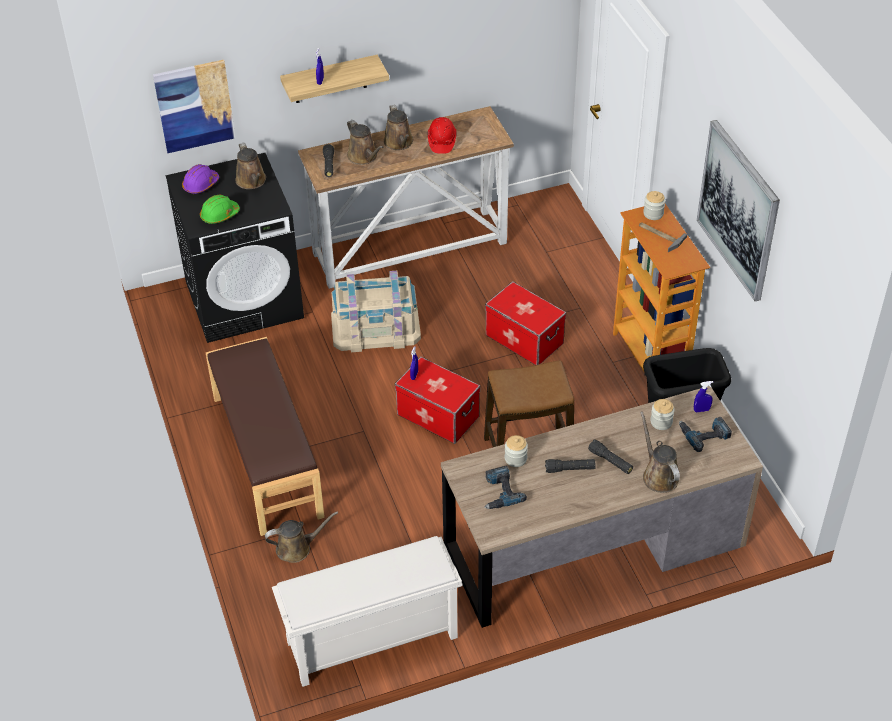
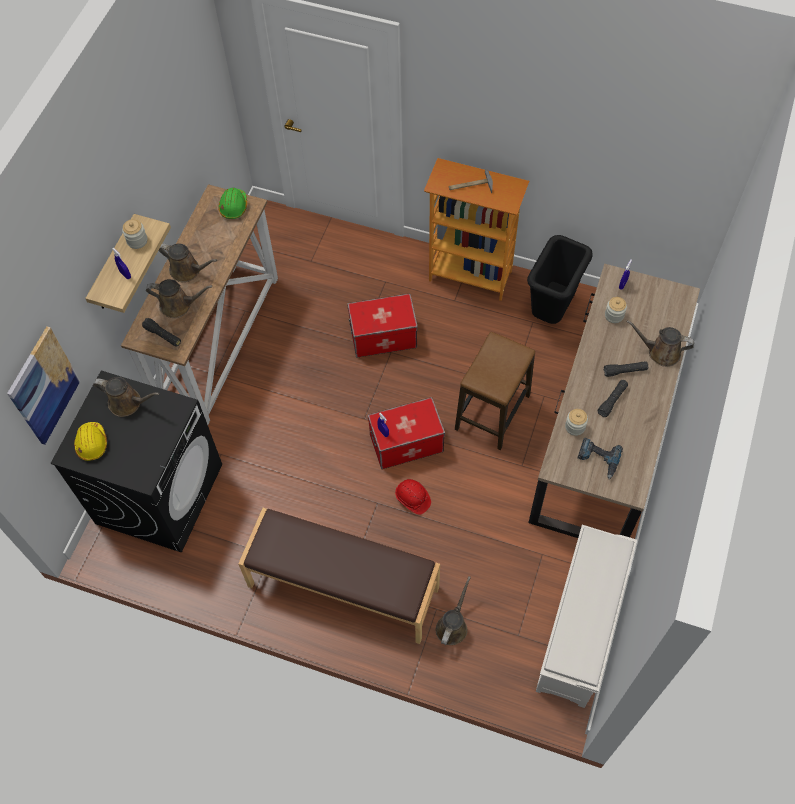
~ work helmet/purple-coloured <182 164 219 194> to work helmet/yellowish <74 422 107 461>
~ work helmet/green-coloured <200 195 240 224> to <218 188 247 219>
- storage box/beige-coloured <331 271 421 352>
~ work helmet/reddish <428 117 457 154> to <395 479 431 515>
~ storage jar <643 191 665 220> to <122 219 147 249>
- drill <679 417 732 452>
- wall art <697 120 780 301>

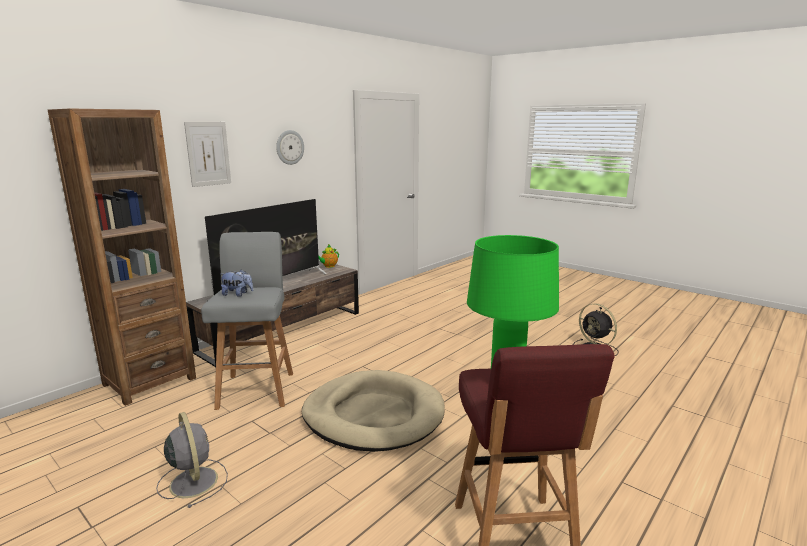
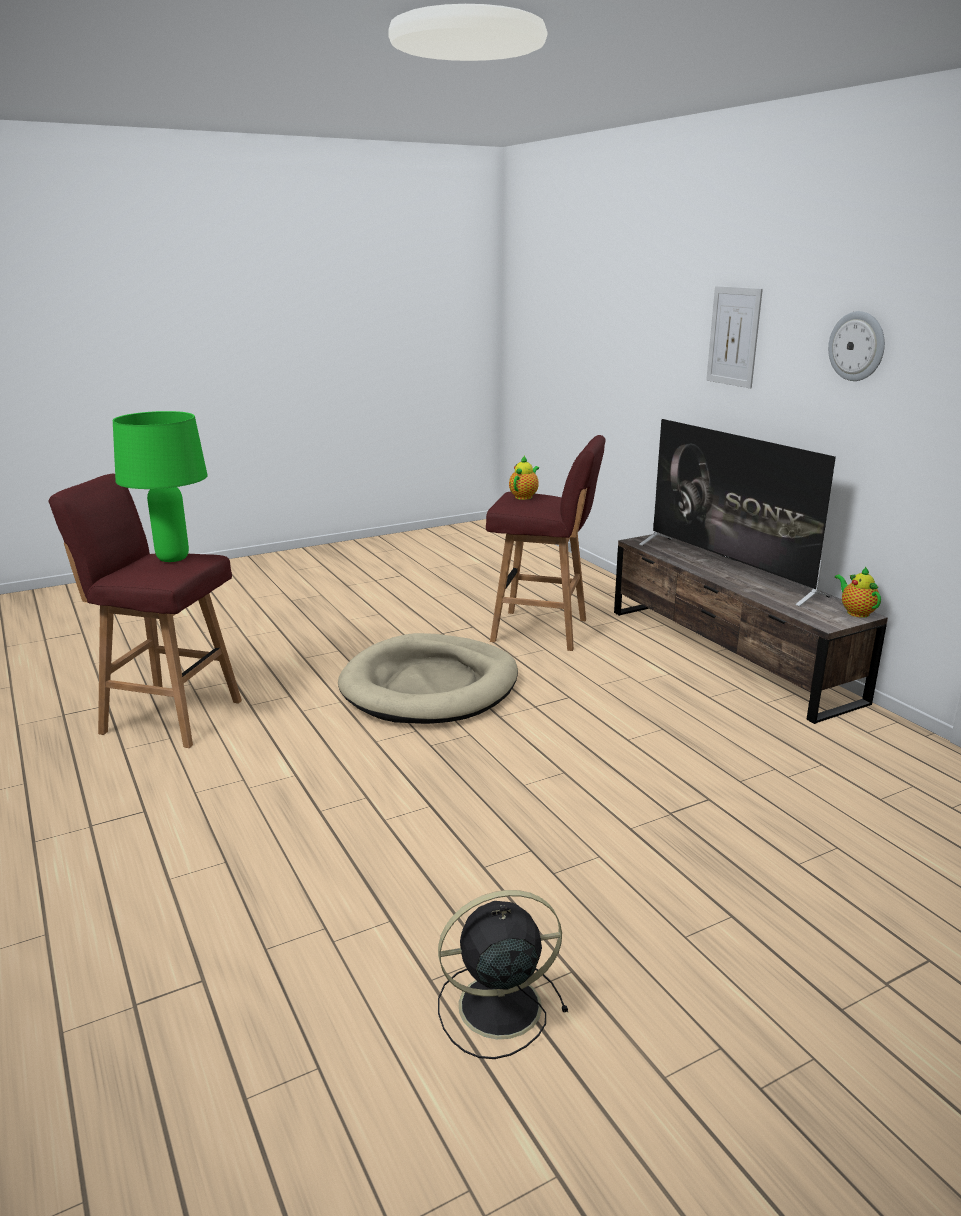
- bookcase/brown-coloured <48 108 196 406>
- cooling fan/gray <156 412 228 508>
~ stool/gray <201 232 293 410> to stool/reddish <486 435 605 651>
~ soft toy <221 269 254 297> to pot for tea <509 456 539 500>

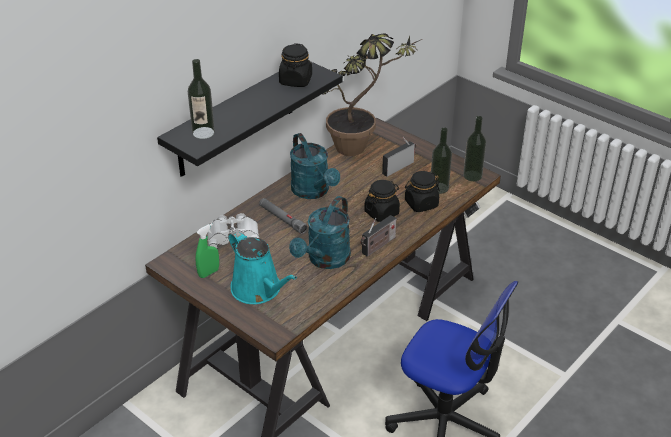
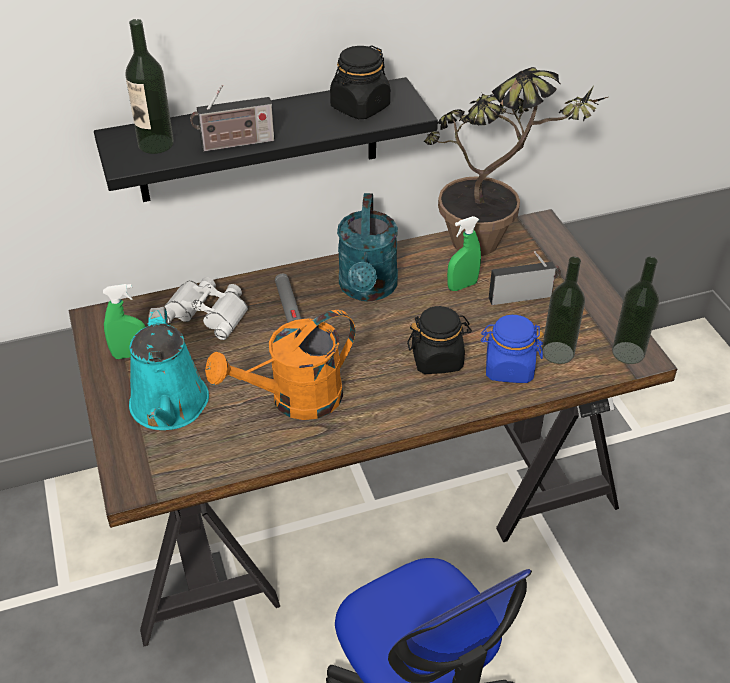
~ sprinkling can/blue-green <289 196 351 269> to sprinkling can/orangey <205 310 355 420>
~ radio <360 215 396 257> to <190 84 275 152>
~ storage jar/black <405 171 440 212> to storage jar/blue-coloured <481 315 544 383>
+ hand sprayer/green-coloured <447 216 481 291>

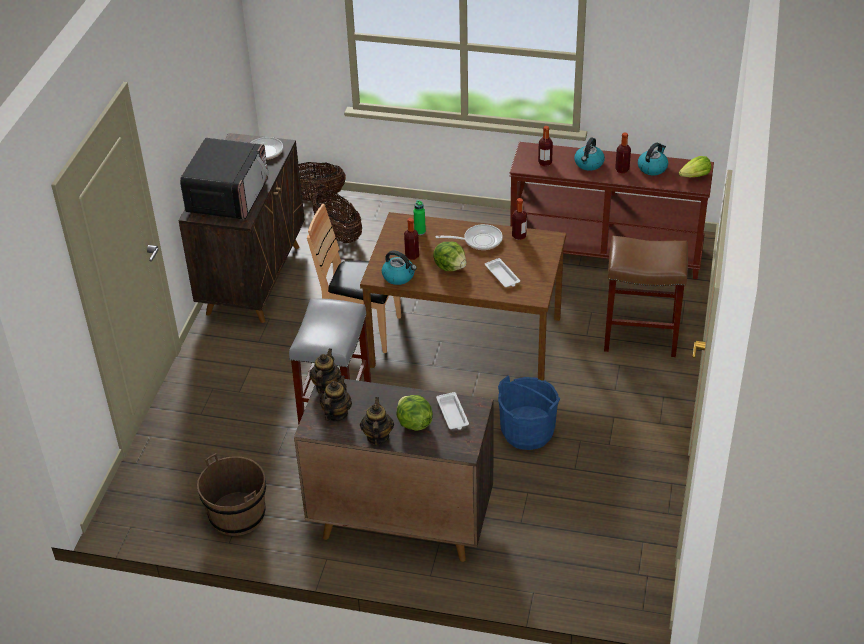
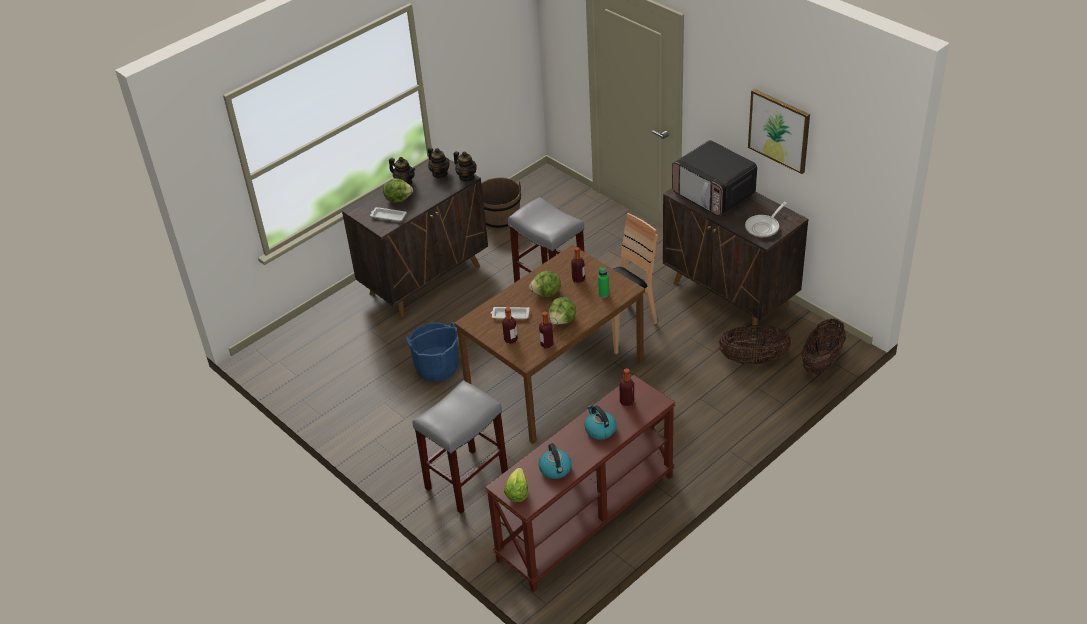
- kettle <382 250 417 285>
~ pan <436 224 503 250> to lettuce <549 297 576 325>
~ stool/brown-coloured <604 236 688 357> to stool/gray <412 380 508 514>
~ drink bottle <615 133 631 173> to <502 307 518 344>
+ wall art <748 89 810 174>

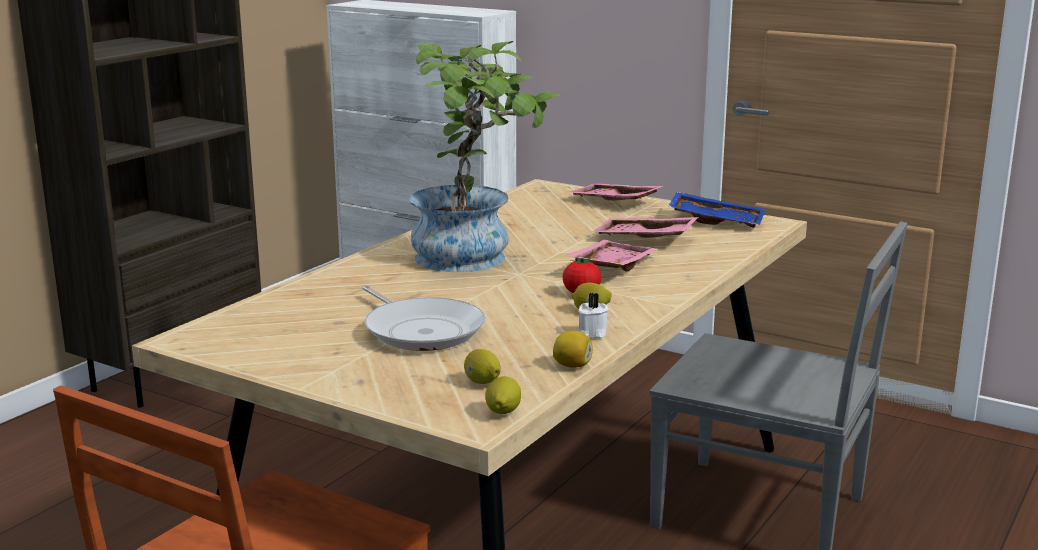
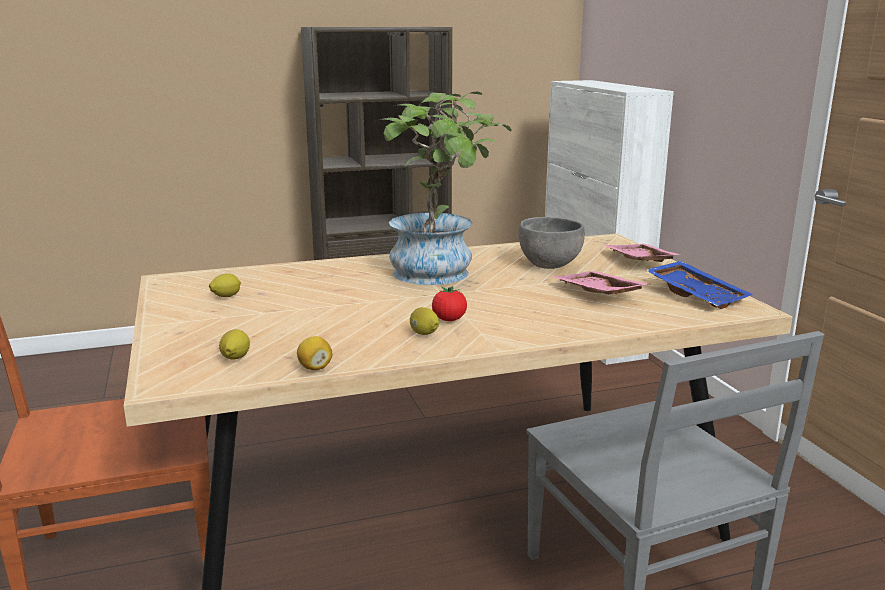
- pan <362 285 486 351>
~ lemon <485 376 521 414> to <209 273 241 297>
- carrying tray/pink-coloured <566 240 658 272>
- wax light/white-coloured <578 293 608 338>
+ serving bowl/gray <518 217 585 269>

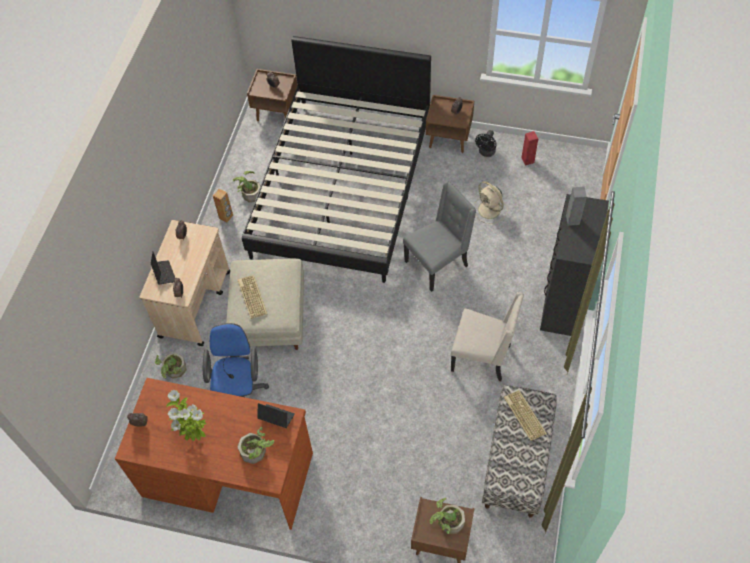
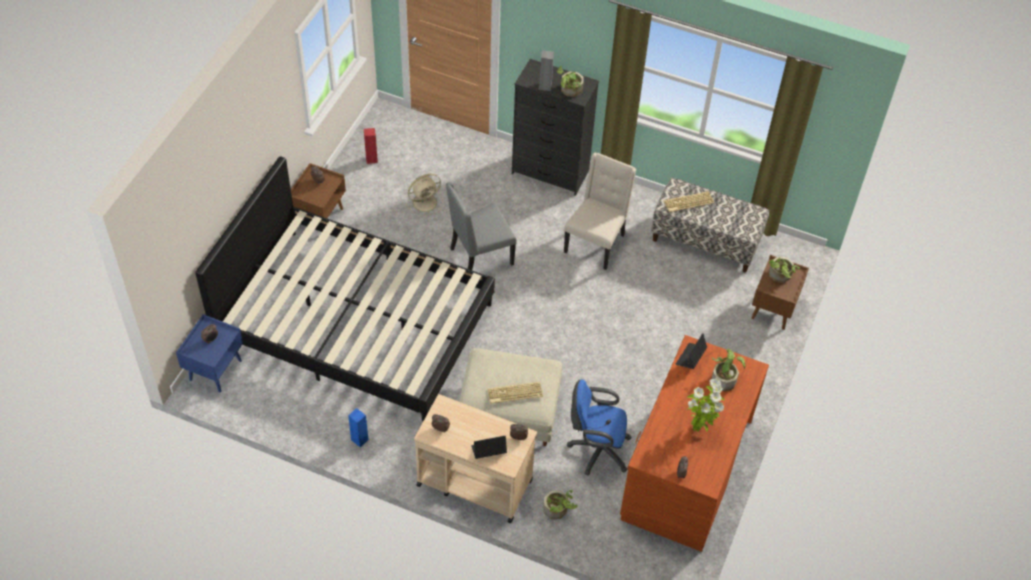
~ audio speaker/brown-coloured <213 189 233 223> to audio speaker/blue-coloured <348 408 369 447>
~ houseplant <233 171 260 203> to <557 66 584 97>
~ nightstand/brown-coloured <247 69 298 121> to nightstand/blue-coloured <176 314 243 392>
~ chair/gray <403 181 476 292> = <446 182 516 270> 90 degrees counterclockwise
- cooling fan/black <475 130 497 157>

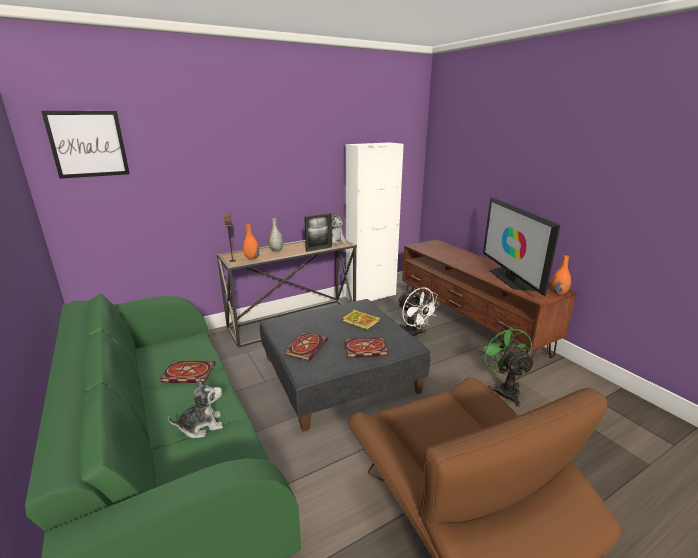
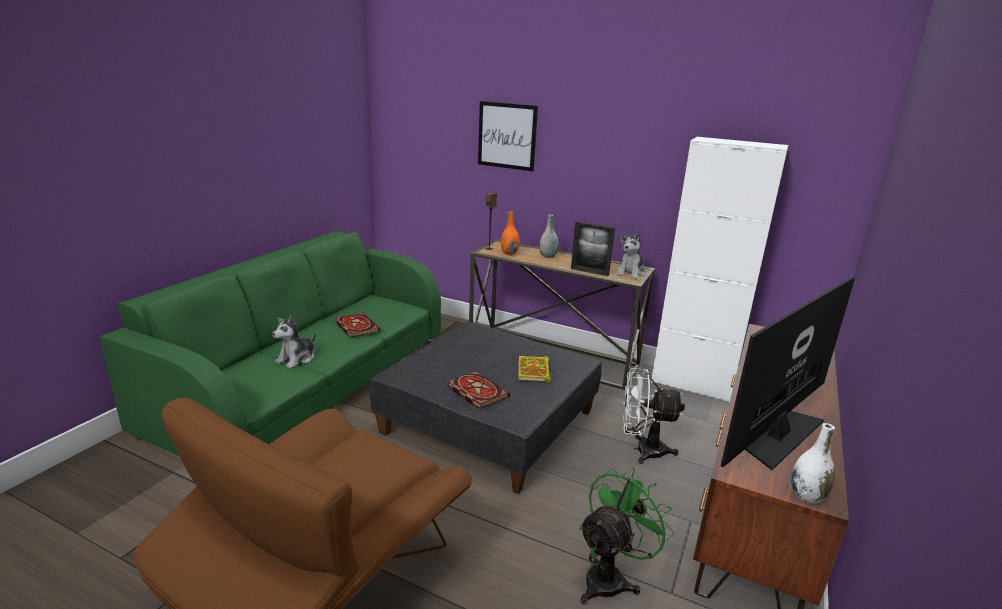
~ wall art <41 111 130 179> to <478 101 538 171>
~ soft toy <168 378 223 438> = <272 315 316 369> 90 degrees clockwise
- book <284 332 328 361>
~ cooling fan/white-coloured <397 287 440 337> = <623 368 685 464> 75 degrees clockwise
~ flower vase/orangey <552 255 571 294> to flower vase/white-coloured <791 423 835 503>

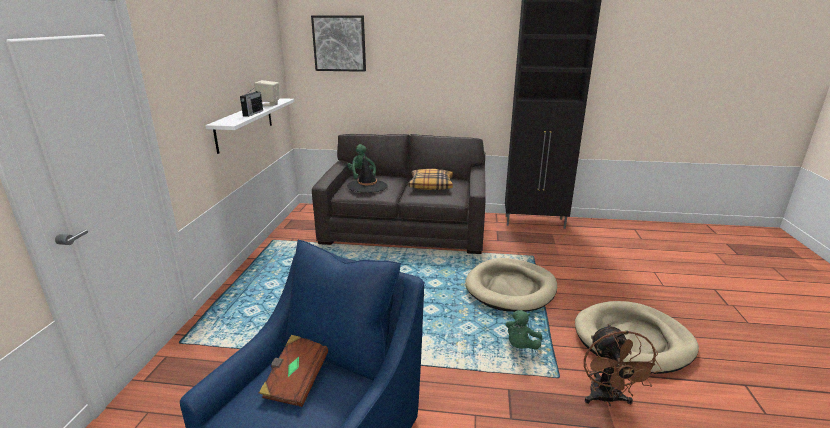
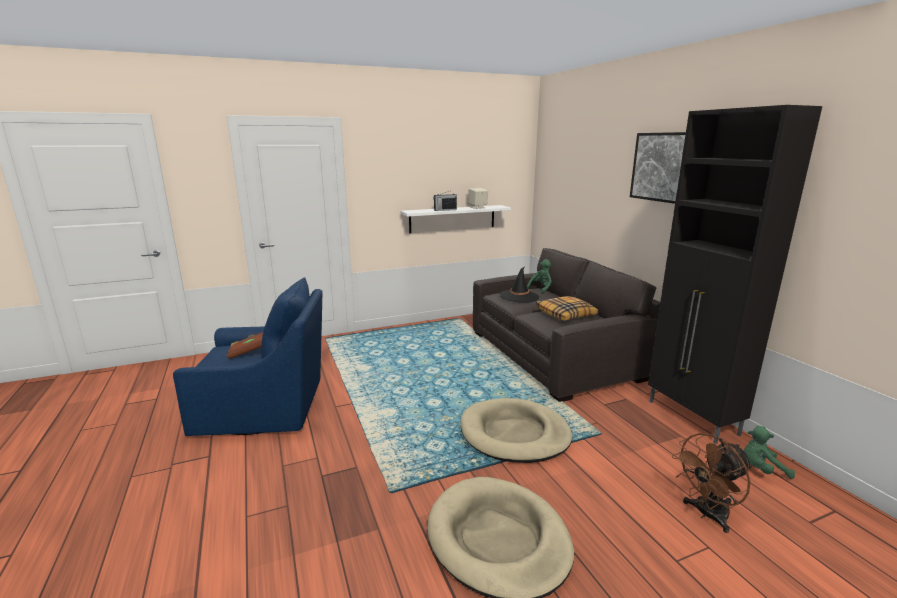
~ wall art <311 16 366 72> to <630 132 686 204>
~ soft toy/green-coloured <506 310 542 350> to <744 426 795 479>
~ cooling fan/brown-coloured <584 324 662 406> to <672 433 752 533>

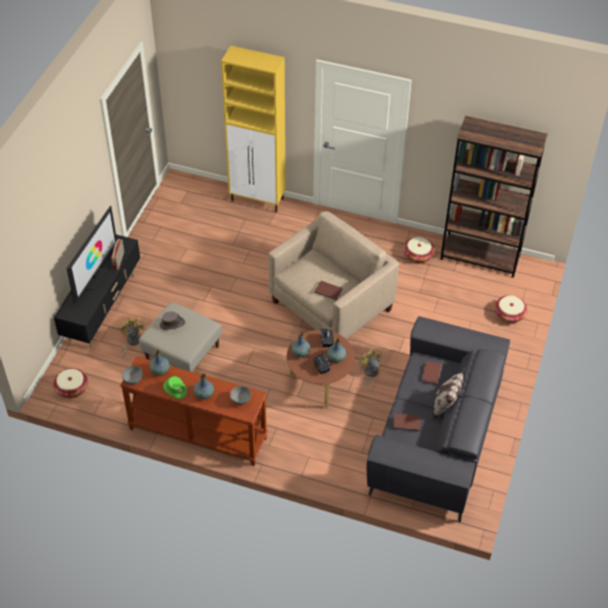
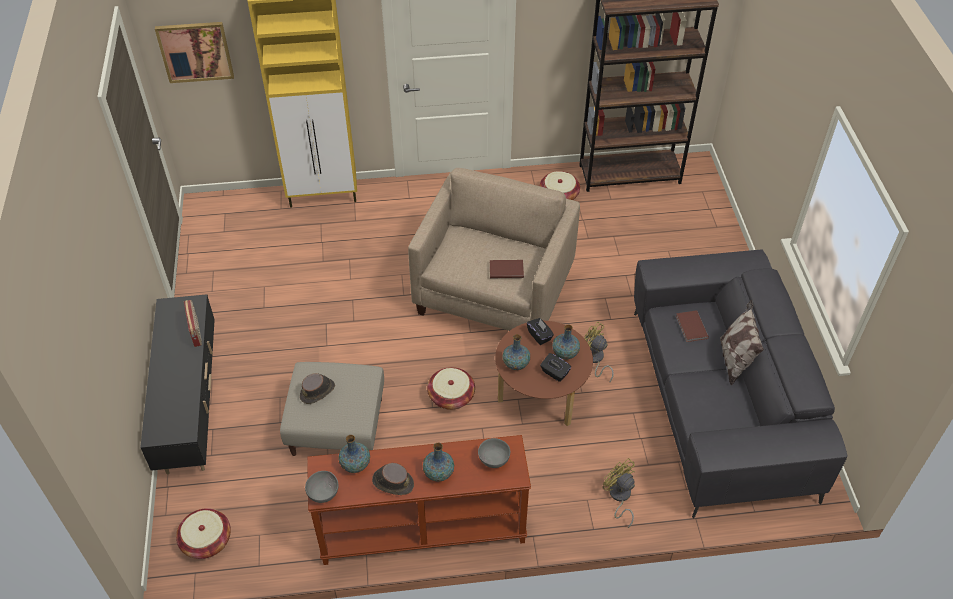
- television <66 206 117 303>
~ cooling fan/yellowish <118 317 144 359> to <603 458 635 528>
~ hat/green-coloured <163 376 187 399> to hat/brown-coloured <372 463 414 495>
- book/brown-coloured <394 414 420 431>
~ storage basket <495 295 527 323> to <427 367 475 410>
+ wall art <155 22 234 83>

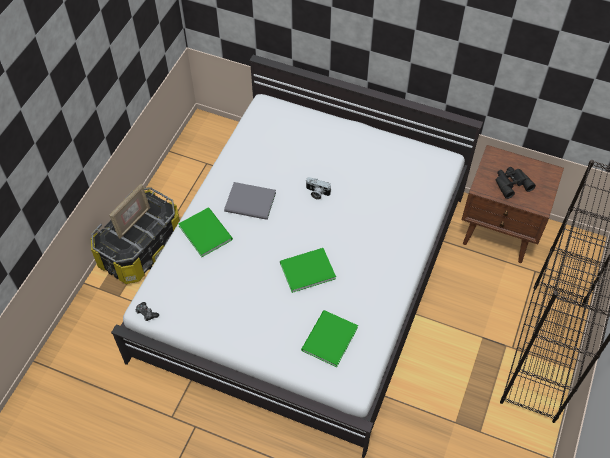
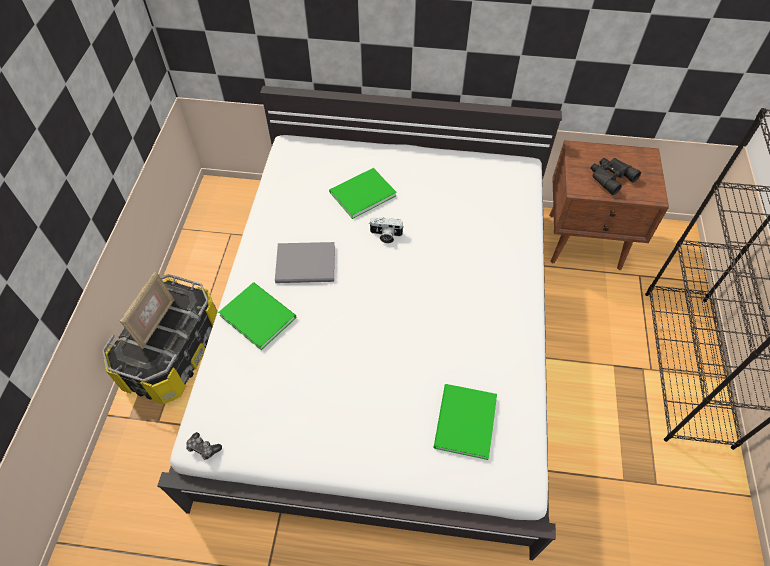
~ book/green-coloured <280 248 336 293> to <329 168 397 219>

